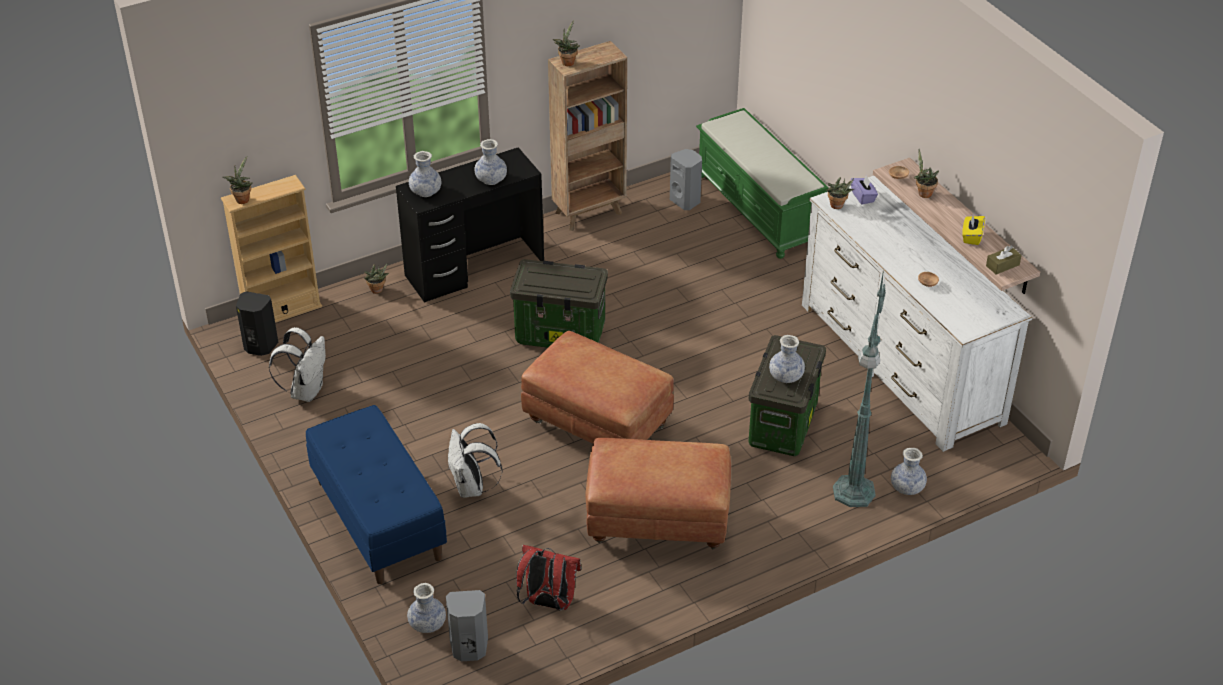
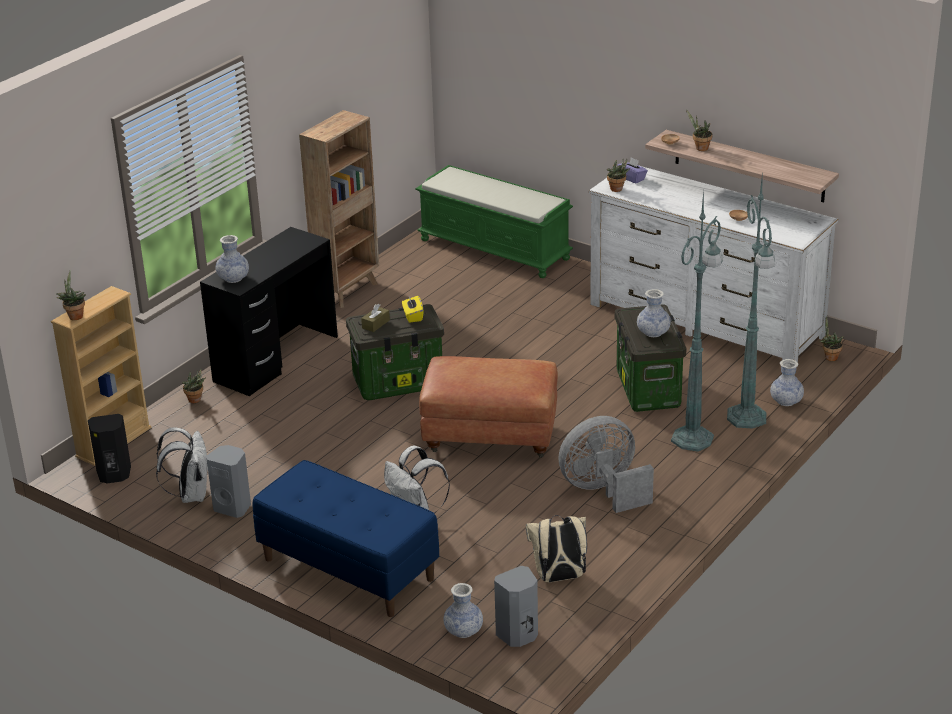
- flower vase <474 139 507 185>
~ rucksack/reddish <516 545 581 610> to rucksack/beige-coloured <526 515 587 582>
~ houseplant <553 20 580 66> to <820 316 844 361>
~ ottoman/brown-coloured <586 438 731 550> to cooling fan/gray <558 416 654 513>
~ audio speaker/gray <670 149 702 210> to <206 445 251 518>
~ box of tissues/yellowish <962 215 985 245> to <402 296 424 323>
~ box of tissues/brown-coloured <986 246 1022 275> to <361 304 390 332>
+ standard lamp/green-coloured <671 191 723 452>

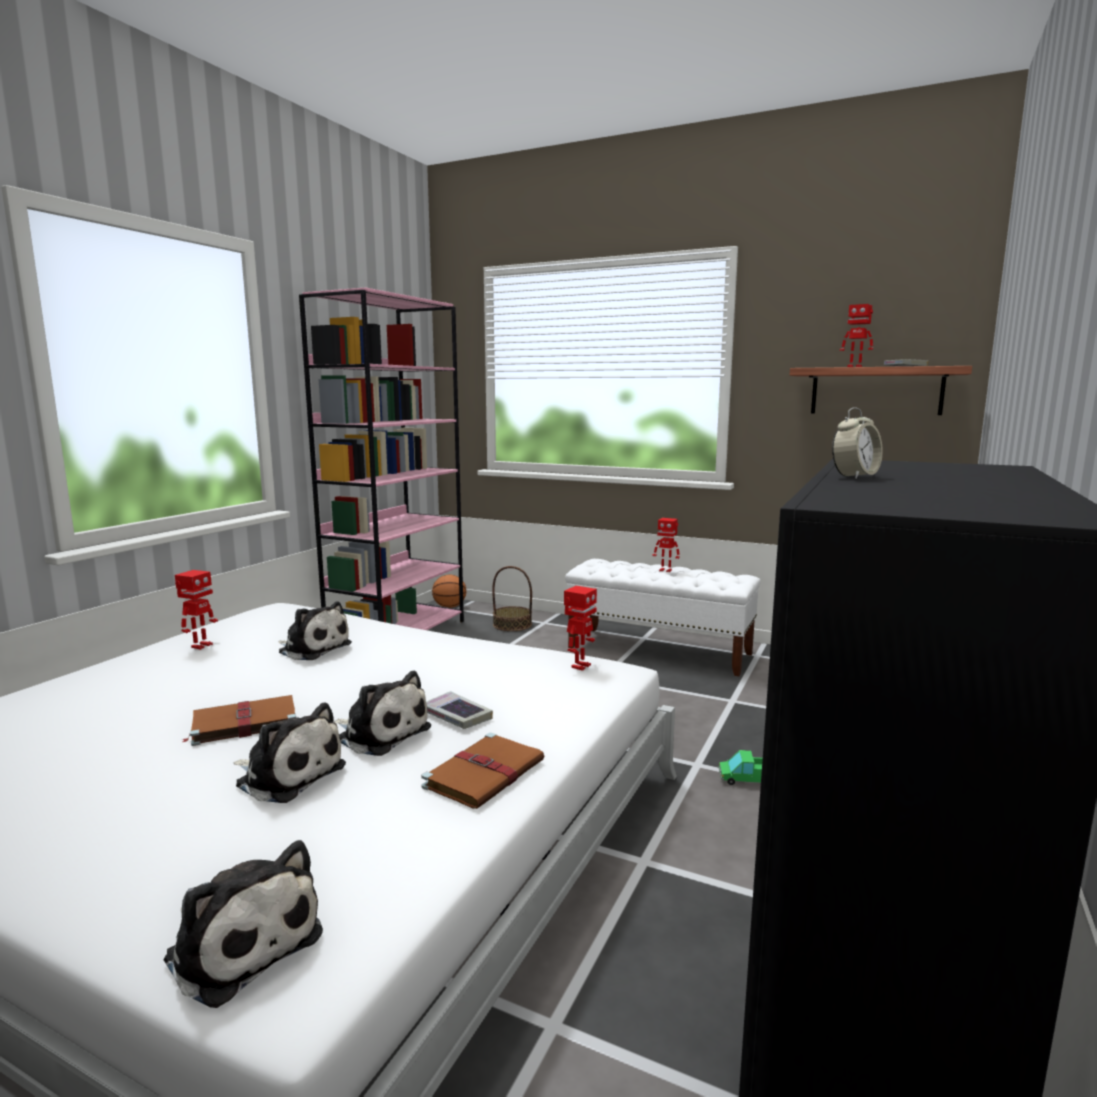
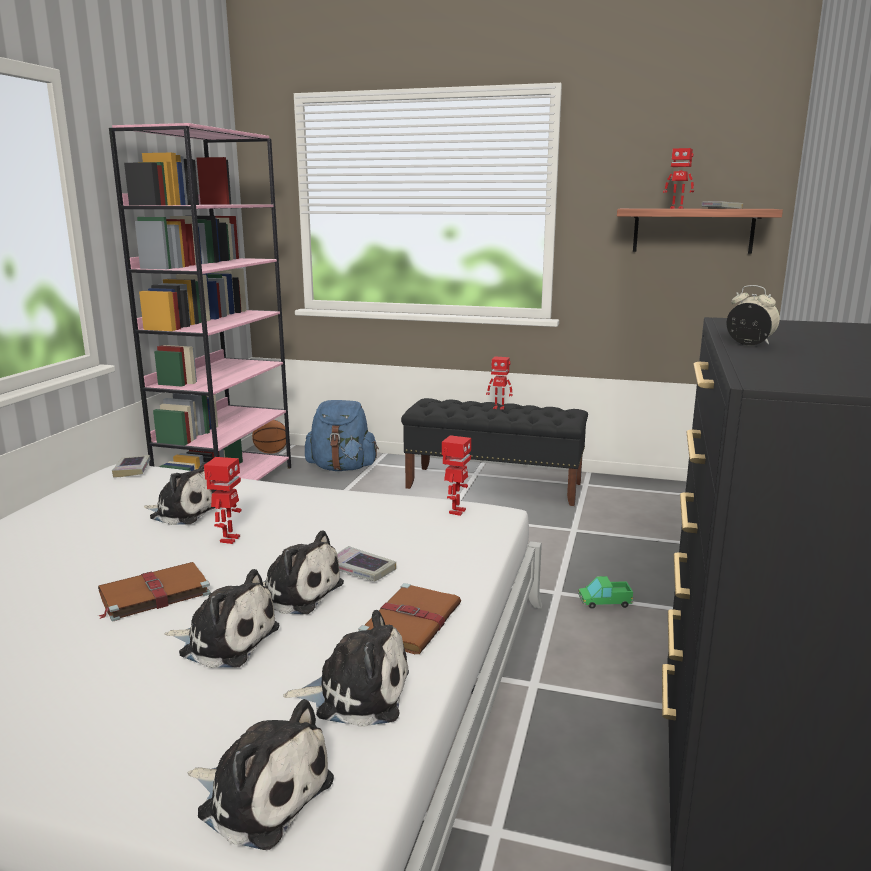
~ robot figure <175 570 218 650> to <204 457 242 544>
~ storage basket <492 566 532 631> to rucksack/blue-coloured <305 400 379 471>
~ bench/white-coloured <565 559 761 677> to bench/black <401 398 588 506>
~ table clock <832 407 883 479> = <726 285 780 346> 90 degrees counterclockwise
+ book <112 455 151 478>
+ soft toy <283 610 409 727>

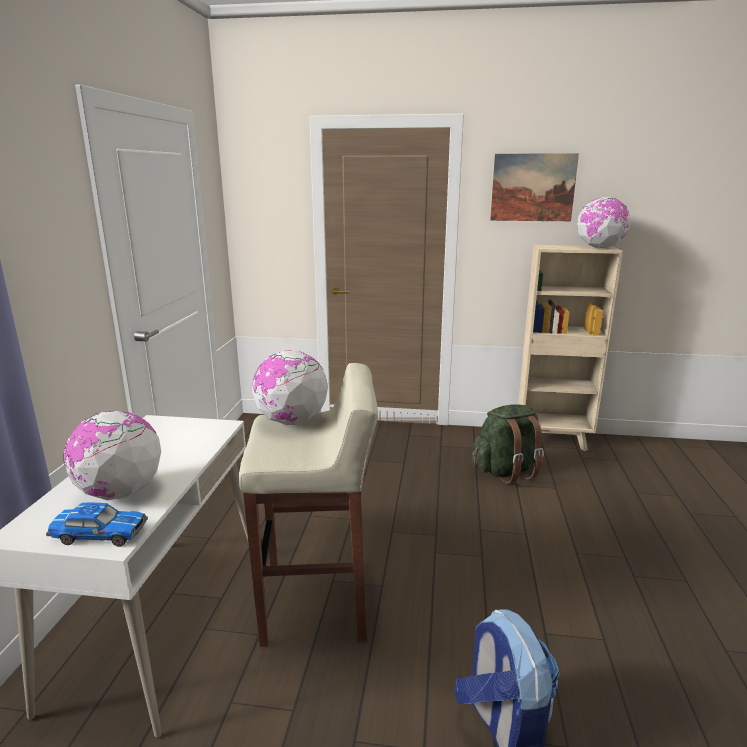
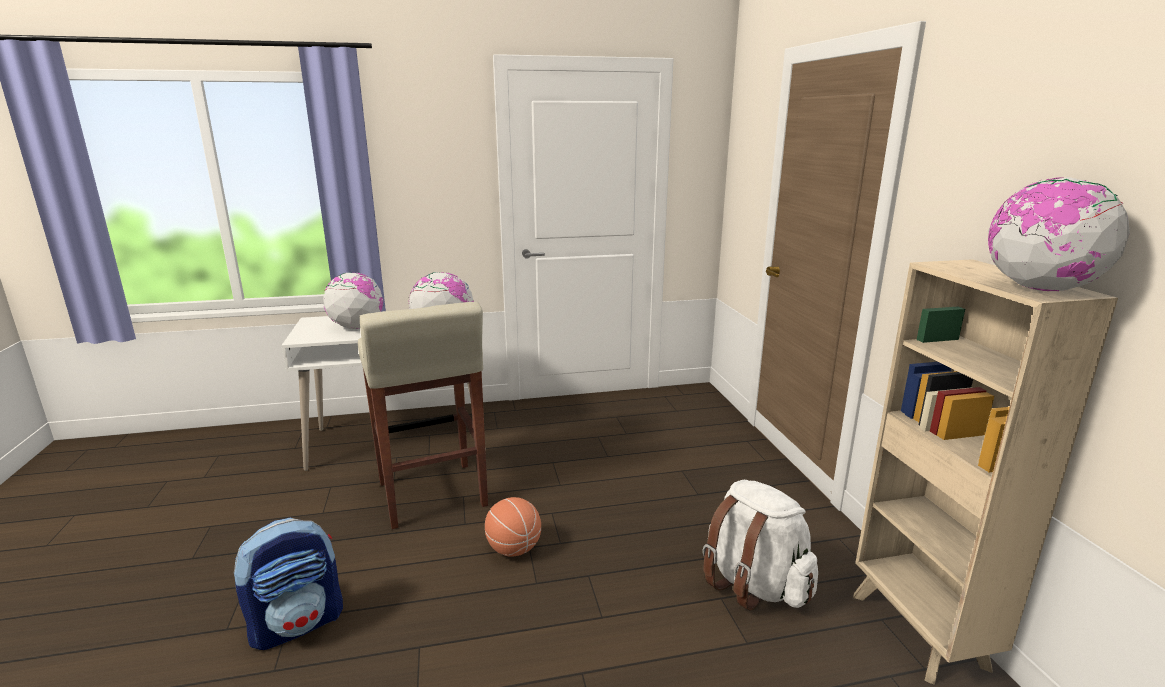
- miniature car <46 503 148 547>
~ rucksack/green-coloured <472 404 544 483> to rucksack/white-coloured <703 480 818 611>
- wall art <490 153 579 221>
+ ball for basketball <485 497 541 556>

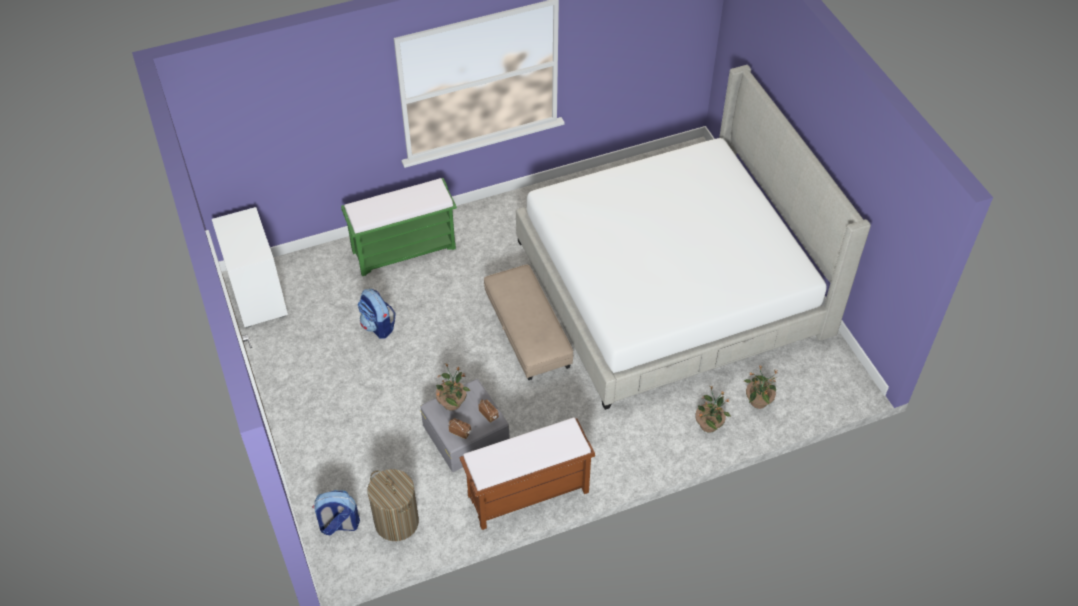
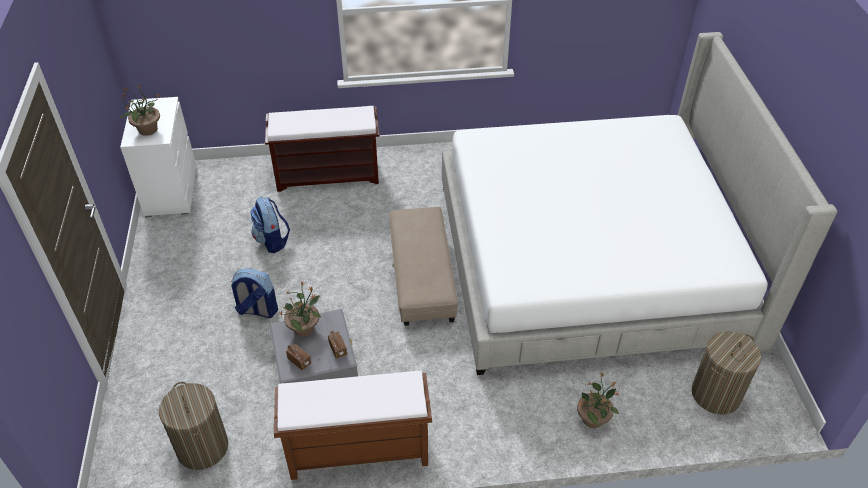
~ rucksack <312 490 360 536> to <230 268 278 318>
~ bench/green-coloured <341 178 457 276> to bench/brown-coloured <265 106 380 192>
~ houseplant <743 366 776 409> to <119 84 160 136>
+ laundry basket <692 331 761 415>

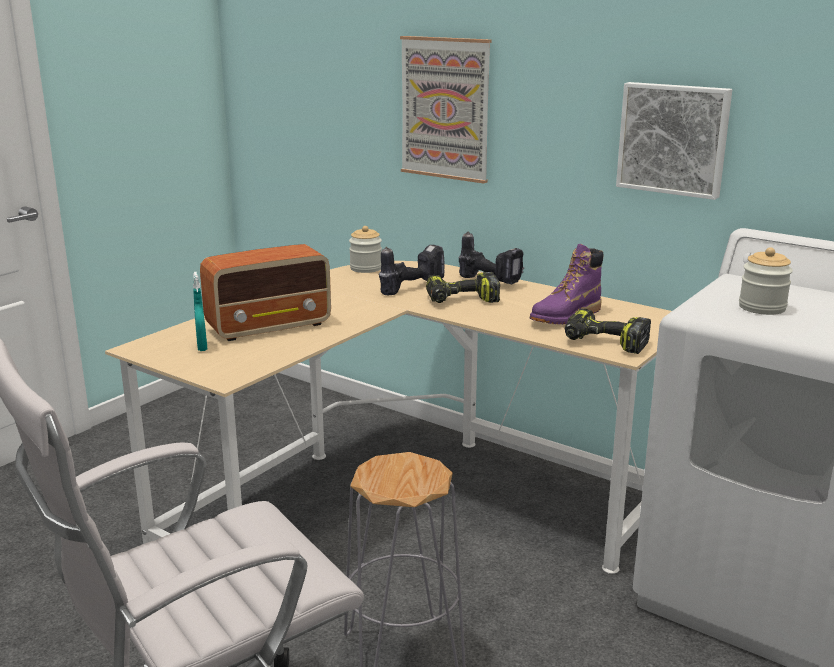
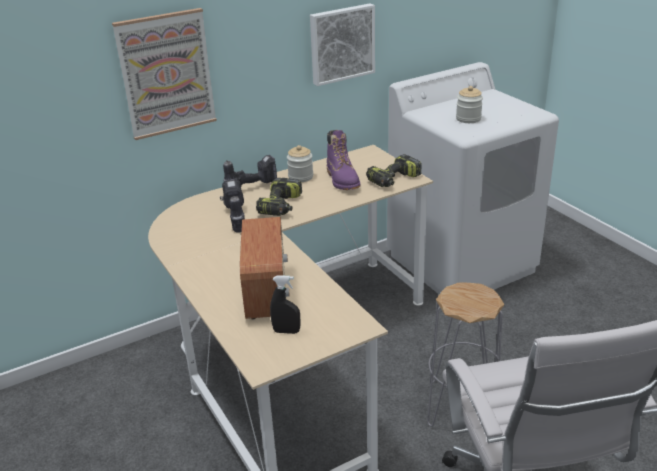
~ hand sprayer/blue-green <193 272 207 351> to hand sprayer/black <270 275 301 334>
~ storage jar <349 226 382 273> to <287 145 313 182>

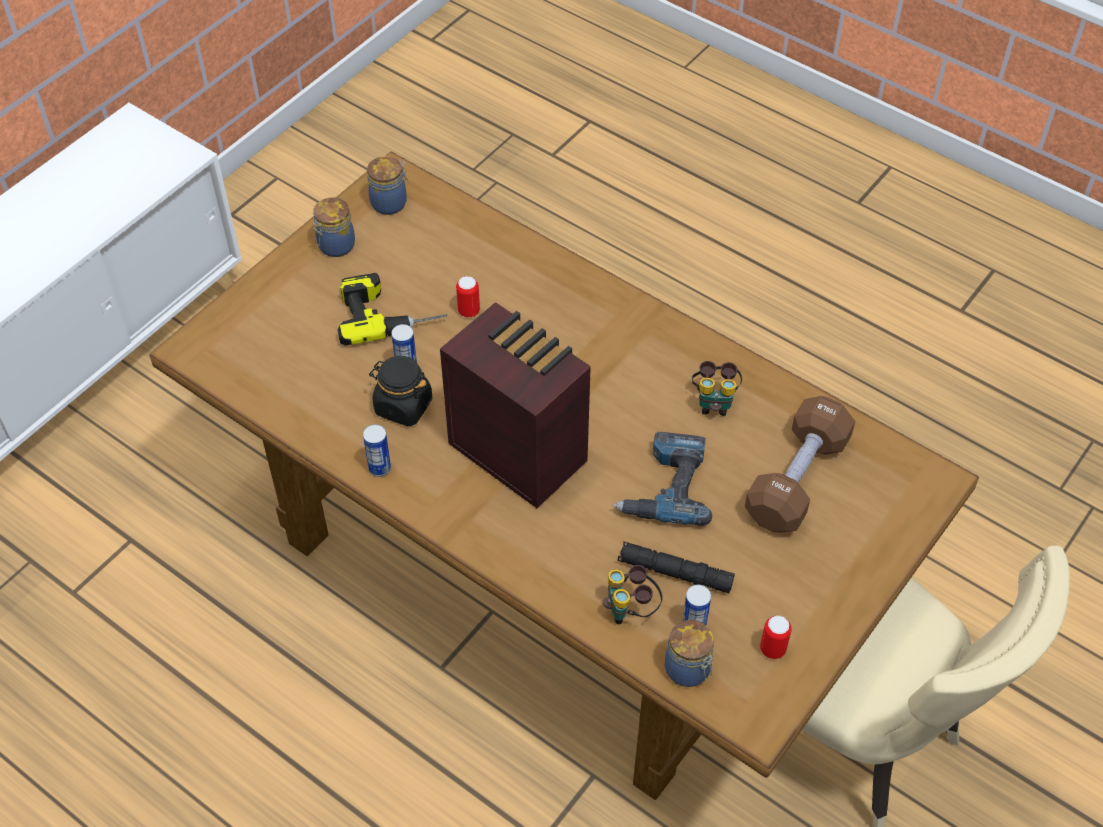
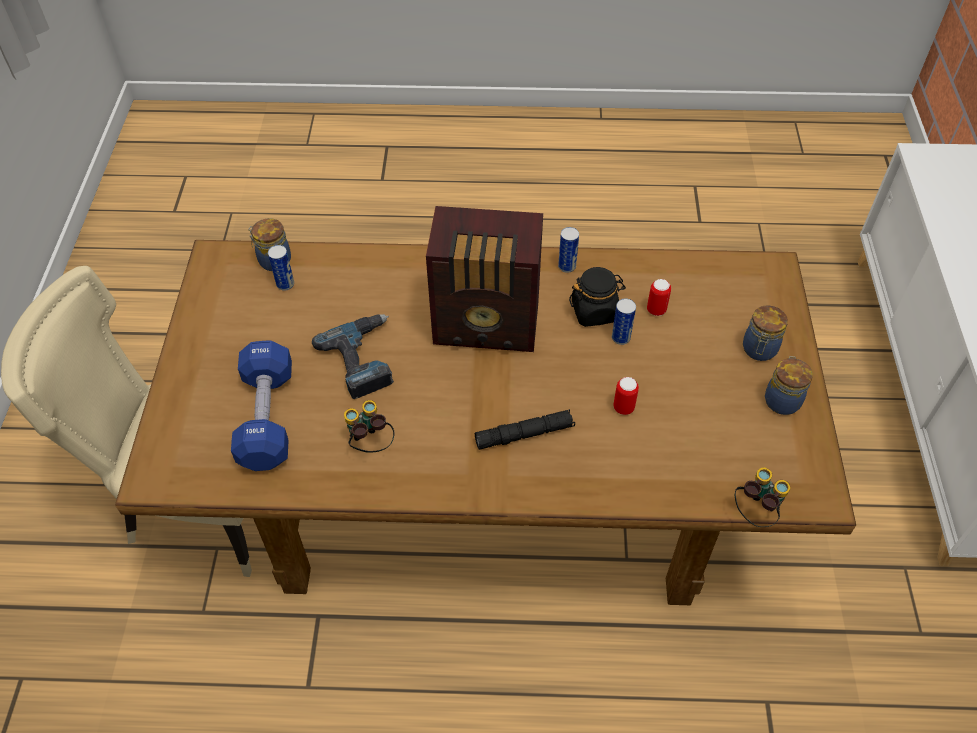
- drill <338 273 448 346>
~ storage jar <367 156 409 215> to <743 305 788 361>
~ field glasses <603 565 663 625> to <735 467 790 527>
~ hand torch/black <618 541 735 593> to <475 409 575 450>
~ hand weight/brown-coloured <745 396 855 533> to hand weight/blue-coloured <231 340 292 471>
~ can <760 616 792 659> to <647 279 671 316>

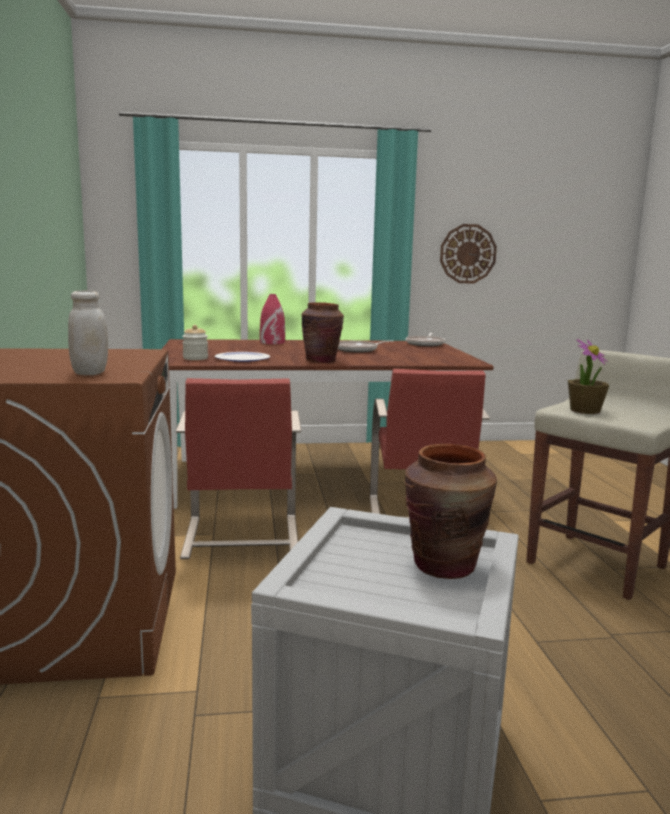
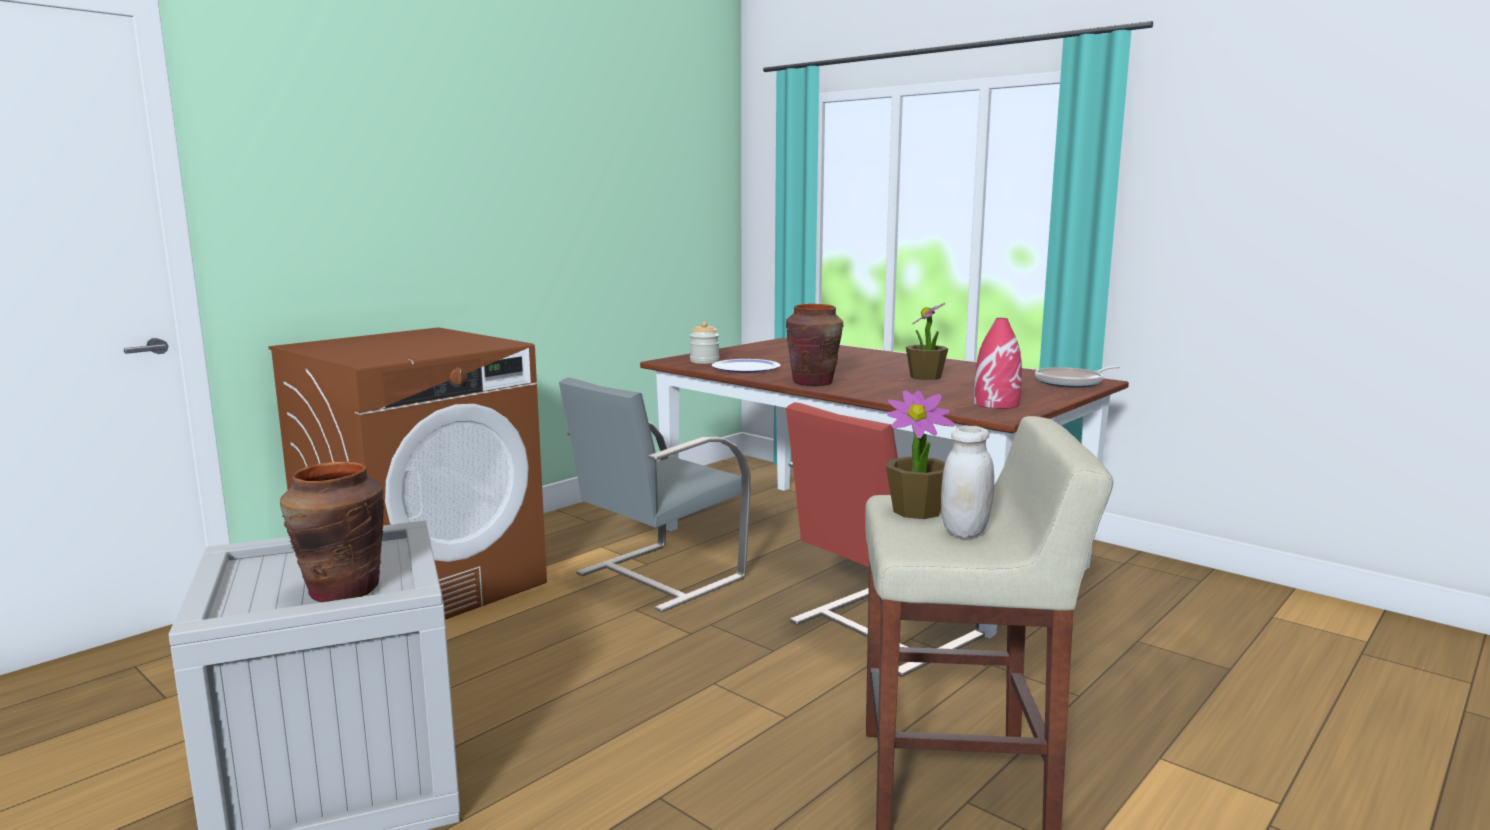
~ storage jar/white-coloured <68 290 108 375> to <941 426 994 537>
~ chair/reddish <176 378 301 559> to chair/gray <559 377 750 612>
~ flower vase/reddish <260 294 285 344> to <974 318 1022 409>
~ pan <338 341 394 353> to houseplant <906 302 948 380>
- hanging clock <440 224 497 284>

